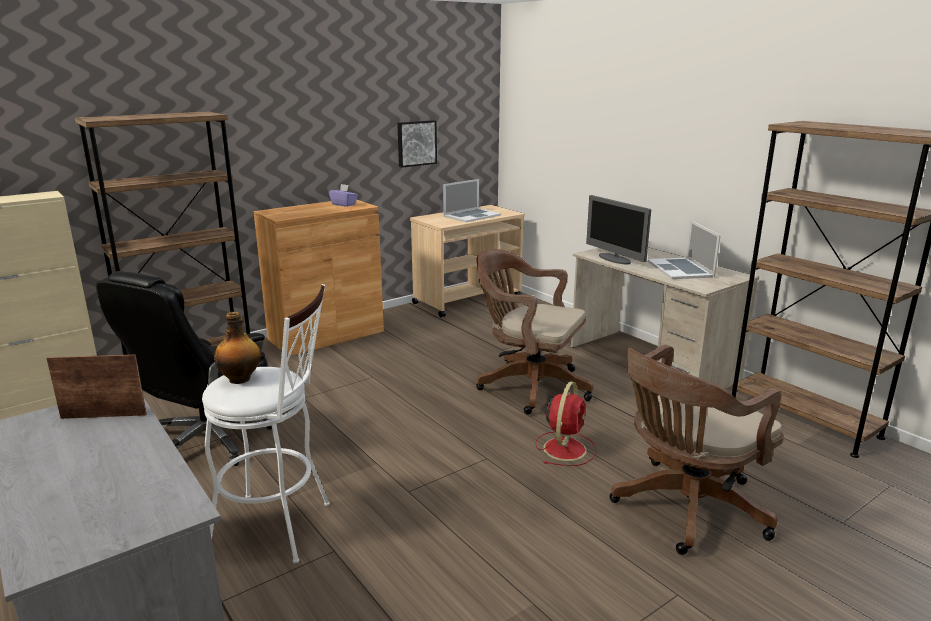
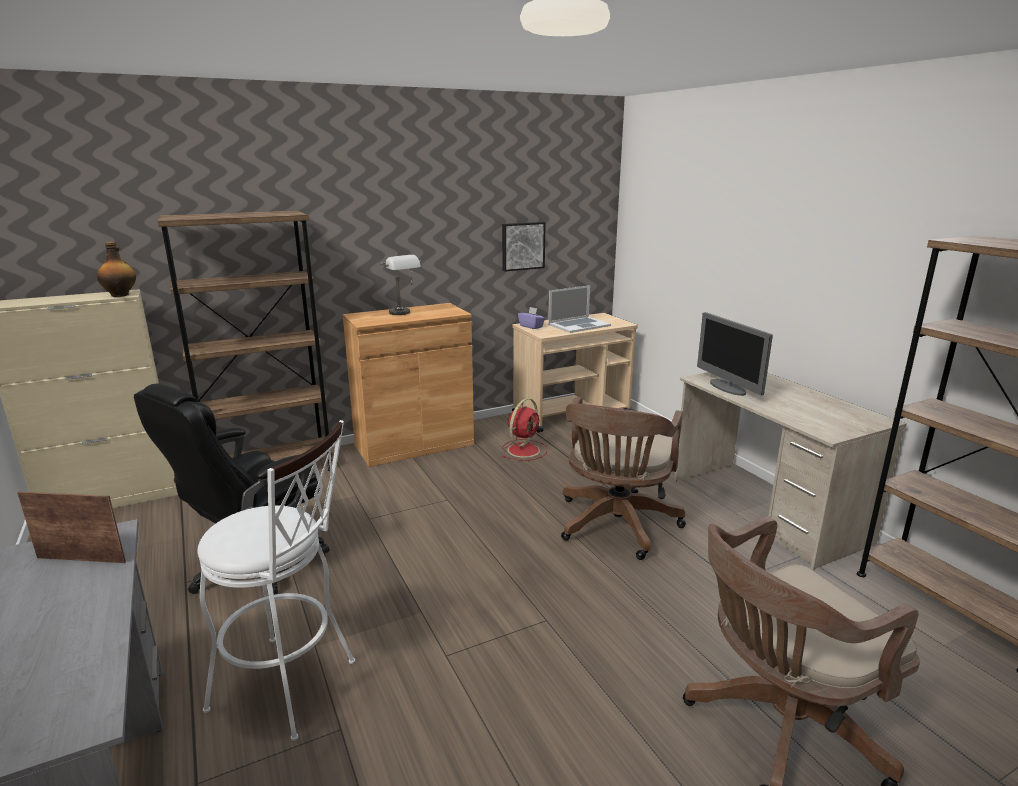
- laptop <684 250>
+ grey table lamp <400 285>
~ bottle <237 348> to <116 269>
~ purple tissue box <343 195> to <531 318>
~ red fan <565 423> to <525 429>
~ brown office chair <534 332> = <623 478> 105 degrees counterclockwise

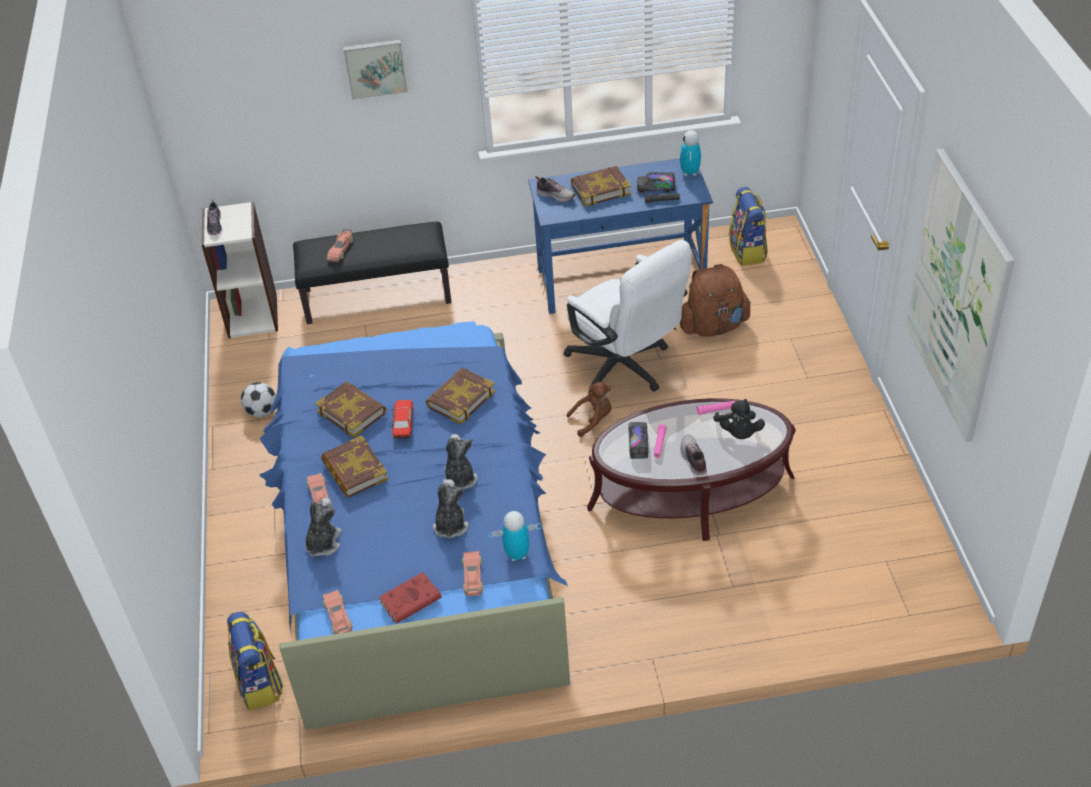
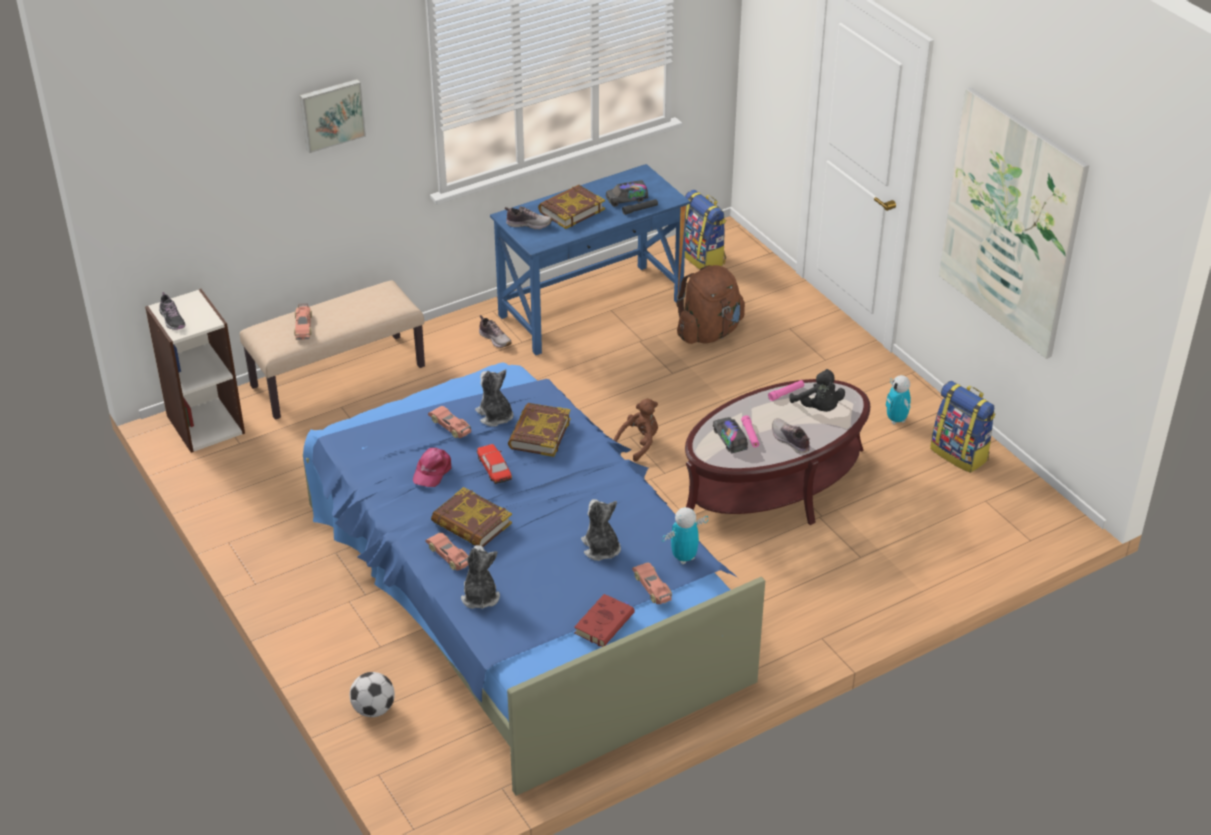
- white office chair <628 316>
+ shoe <495 331>
~ backpack <255 661> to <963 427>
~ football <258 399> to <372 694>
~ toy car <338 612> to <449 422>
~ plush toy <460 461> to <494 398>
~ toy robot <690 153> to <898 399>
~ book <350 409> to pink cap <432 467>
~ black bench <372 273> to beige bench <332 350>

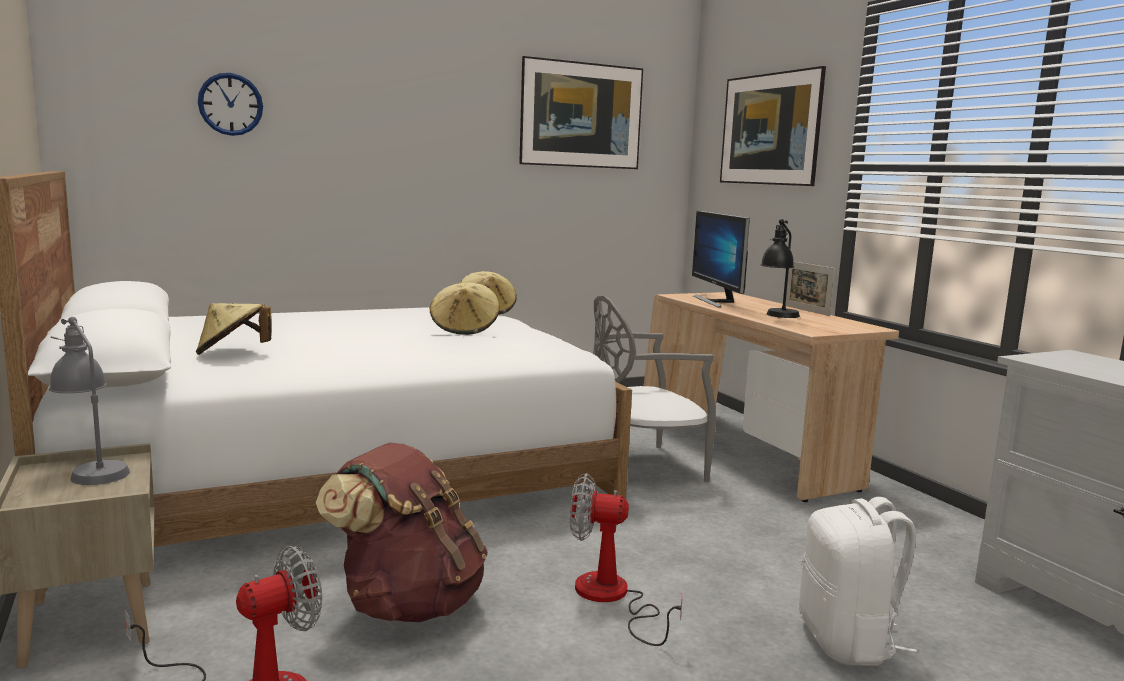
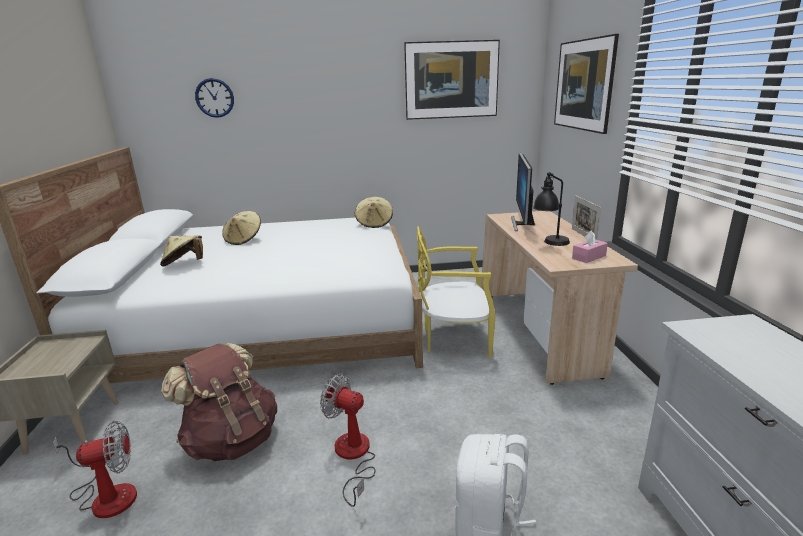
- grey table lamp <89 401>
+ pink tissue box <590 247>
~ beige hat <465 309> to <241 228>
~ grey chair <654 389> to yellow chair <456 292>

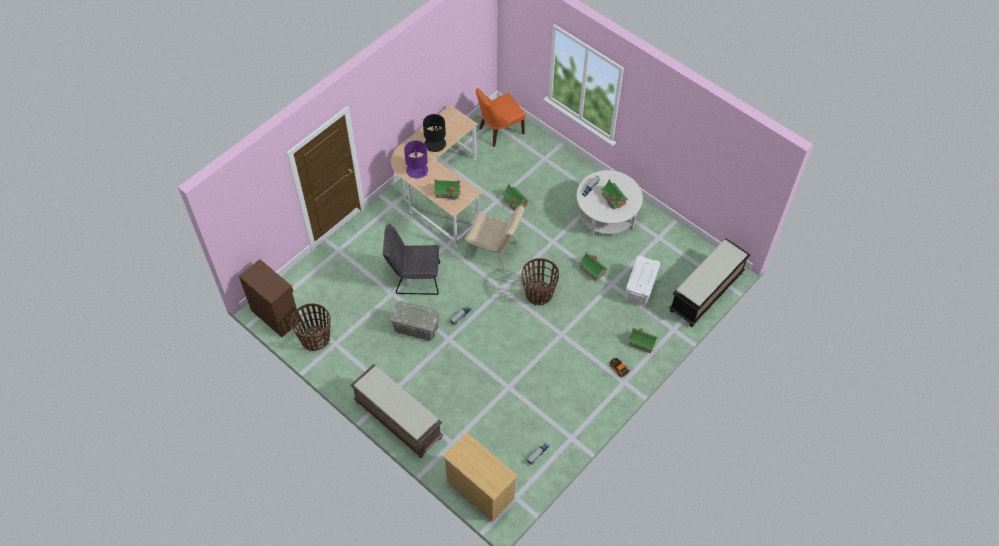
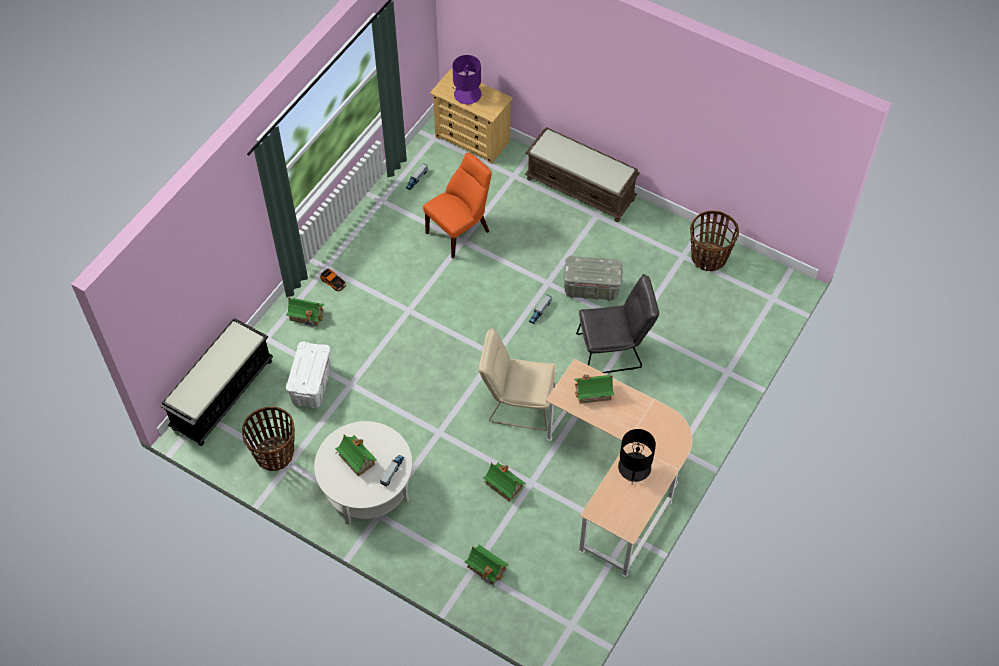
- brown cabinet <269 298>
~ purple table lamp <416 159> to <467 80>
~ orange chair <500 117> to <457 205>
~ basket <540 281> to <268 439>
~ toy house <593 267> to <486 564>

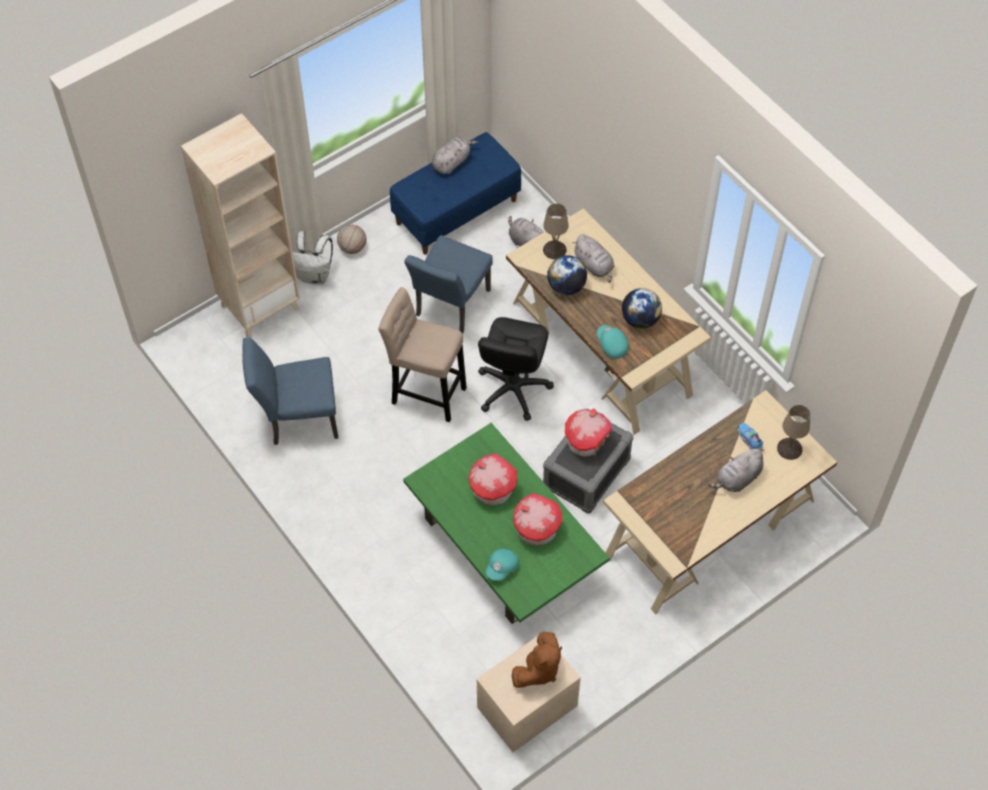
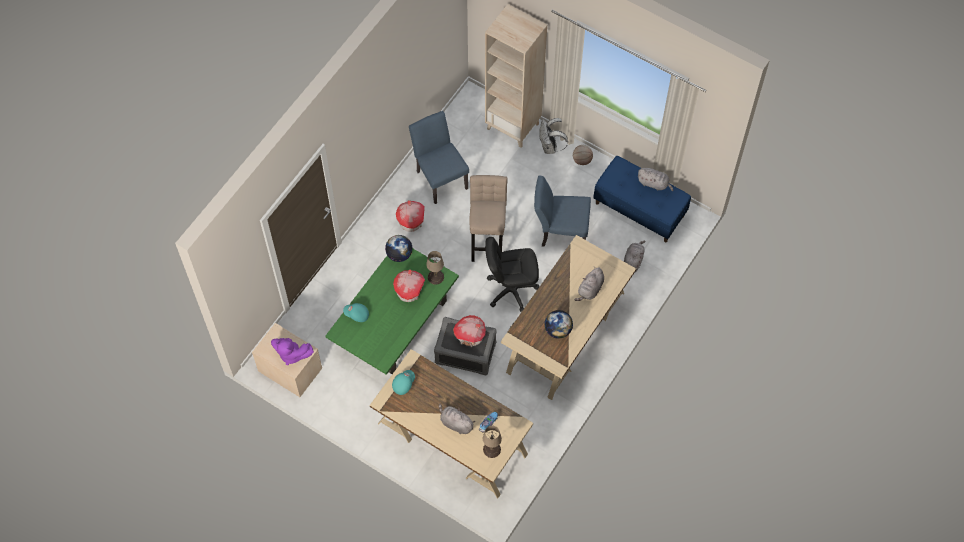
~ toy house <537 519> to <410 216>
~ beige table lamp <556 231> to <435 268>
~ globe <567 275> to <399 248>
~ turquoise cap <612 342> to <403 382>
~ brown plush toy <537 660> to purple plush toy <292 351>

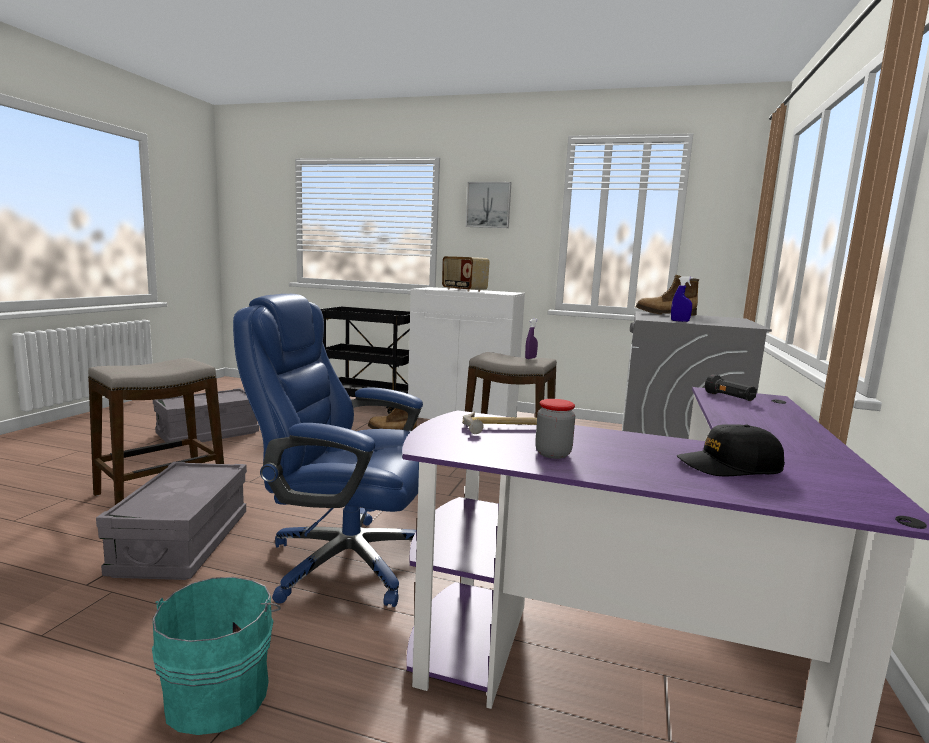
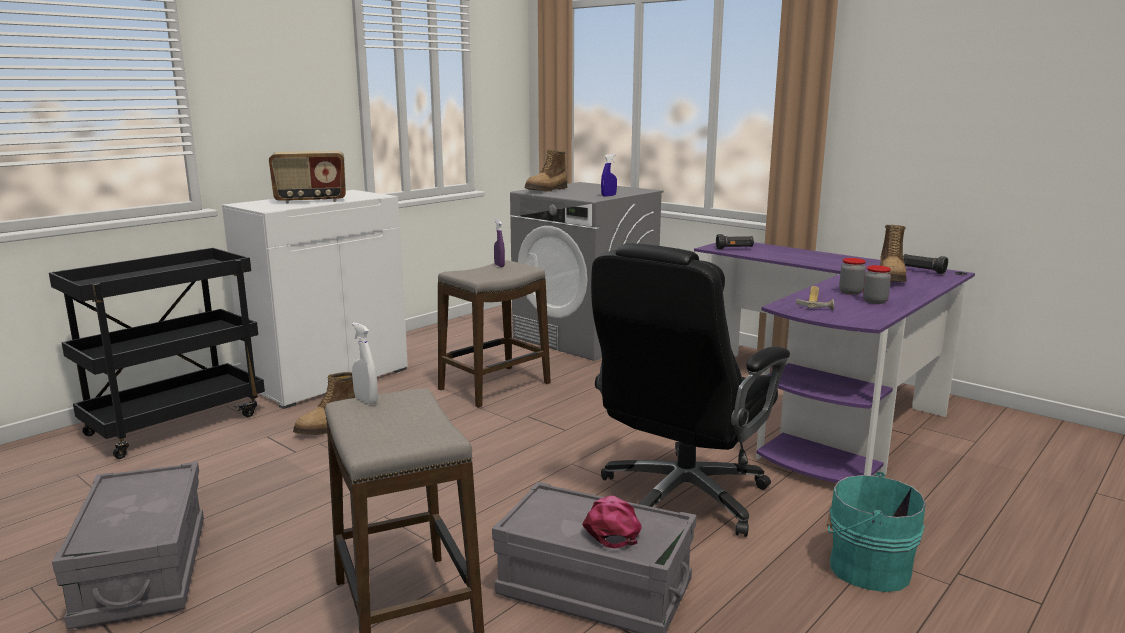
- picture <488 205>
+ white spray bottle <365 363>
+ pink cap <612 522>
+ jar <852 276>
+ black flashlight <925 264>
~ black cap <731 450> to boot <893 253>
~ blue office chair <328 450> to black office chair <690 390>

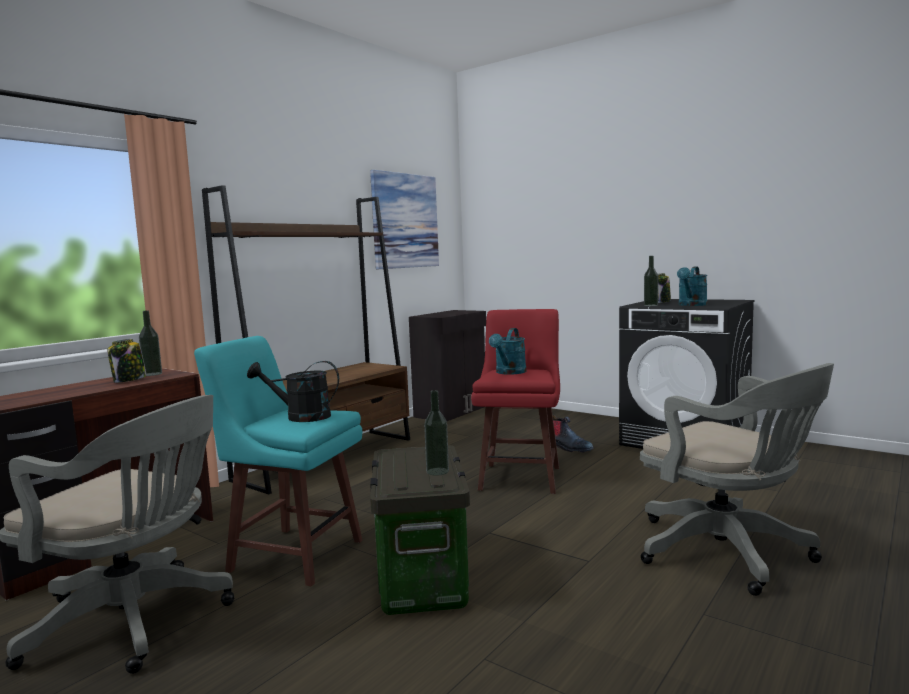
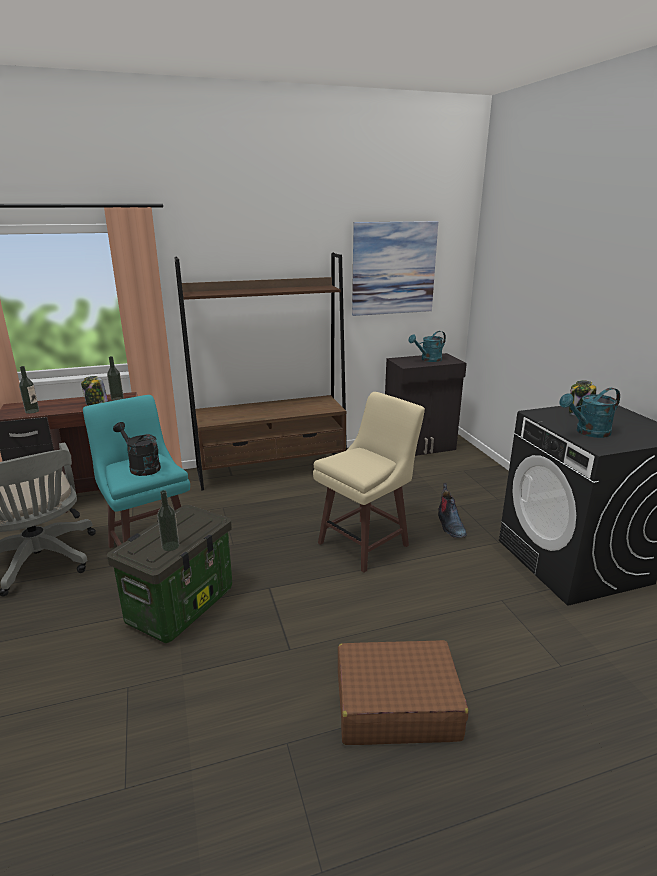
~ turquoise watering can <508 351> to <427 346>
~ bottle <651 281> to <29 390>
~ grey office chair <737 479> to brown suitcase <403 692>
~ red stool <515 401> to beige stool <369 482>

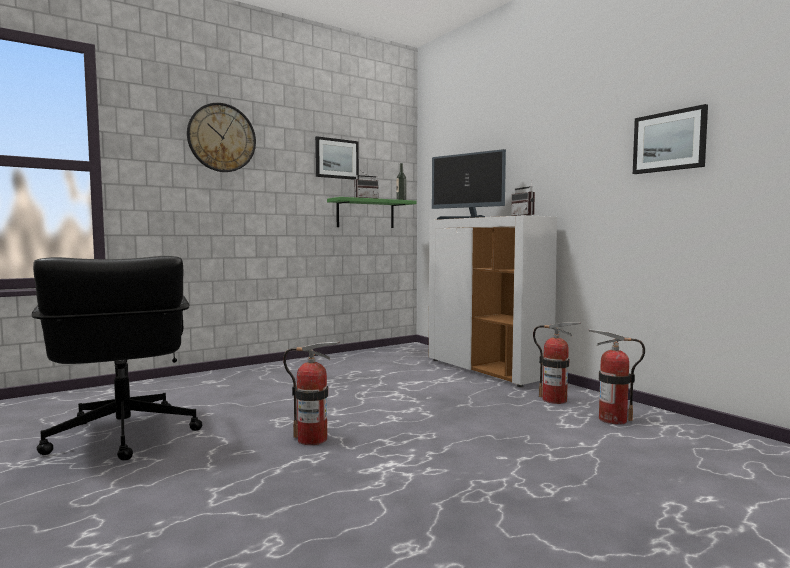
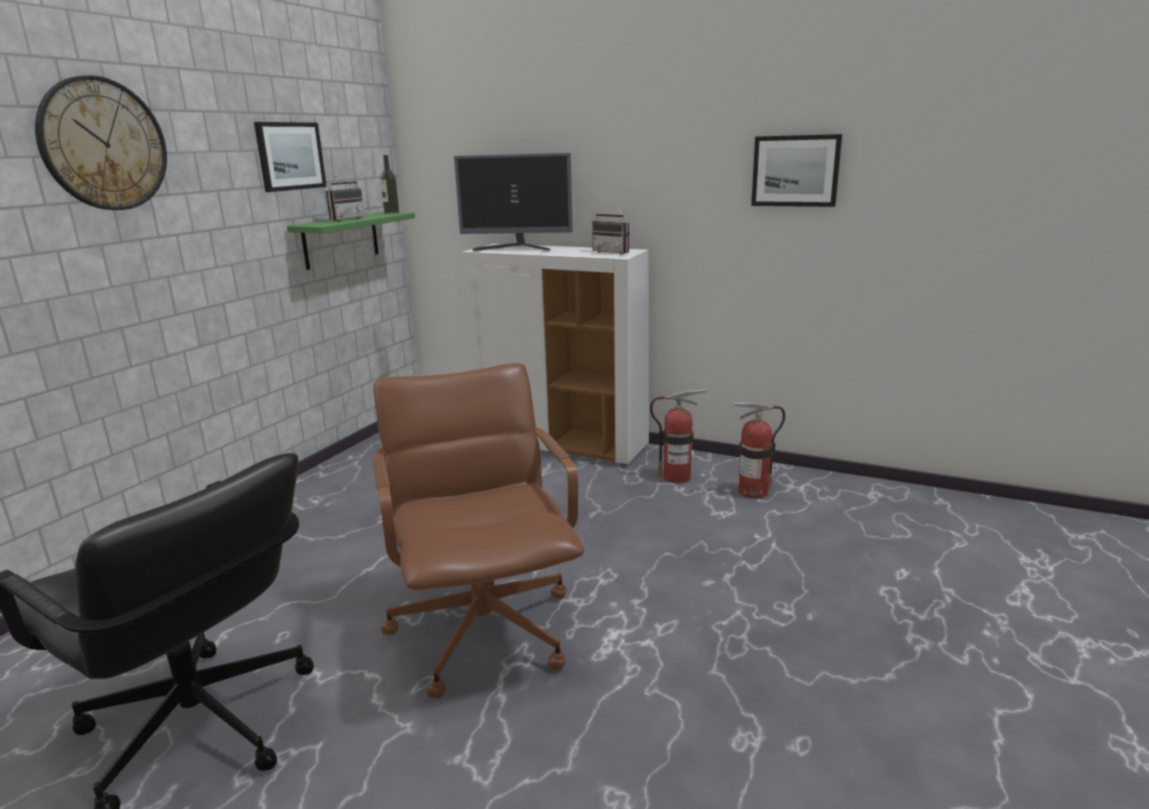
~ fire extinguisher <311 393> to brown office chair <478 531>

